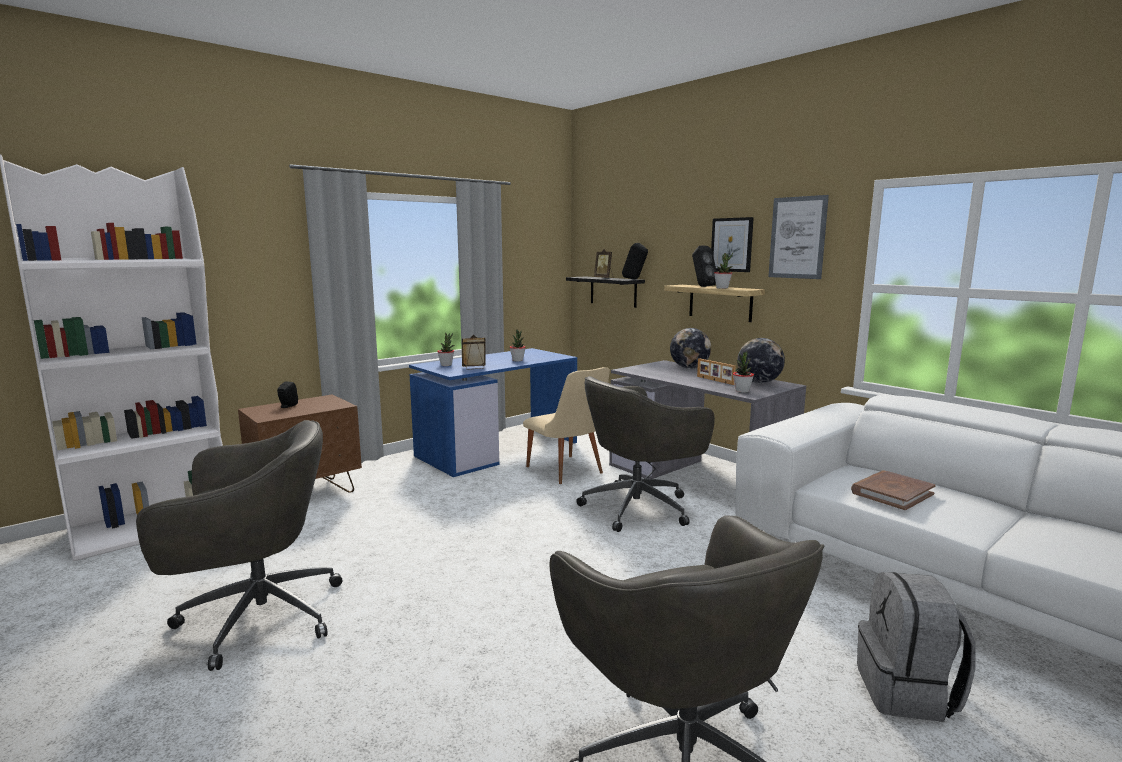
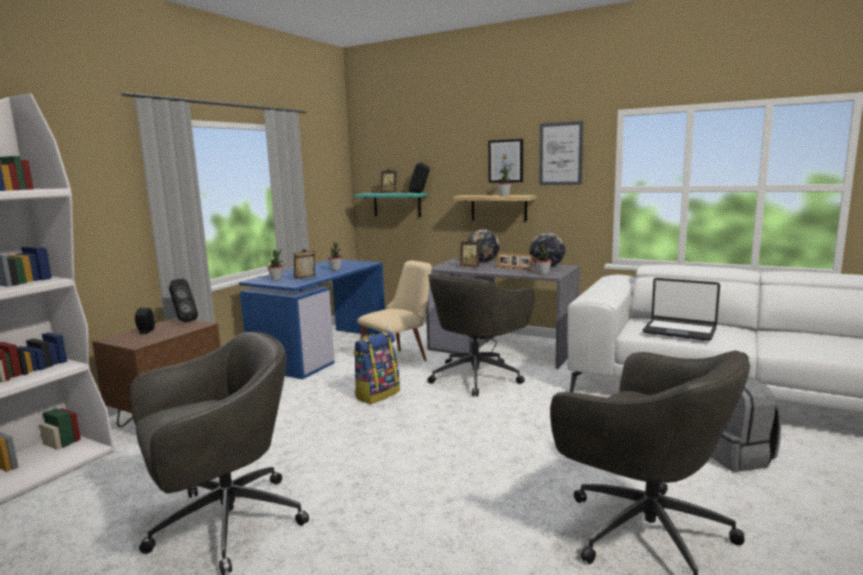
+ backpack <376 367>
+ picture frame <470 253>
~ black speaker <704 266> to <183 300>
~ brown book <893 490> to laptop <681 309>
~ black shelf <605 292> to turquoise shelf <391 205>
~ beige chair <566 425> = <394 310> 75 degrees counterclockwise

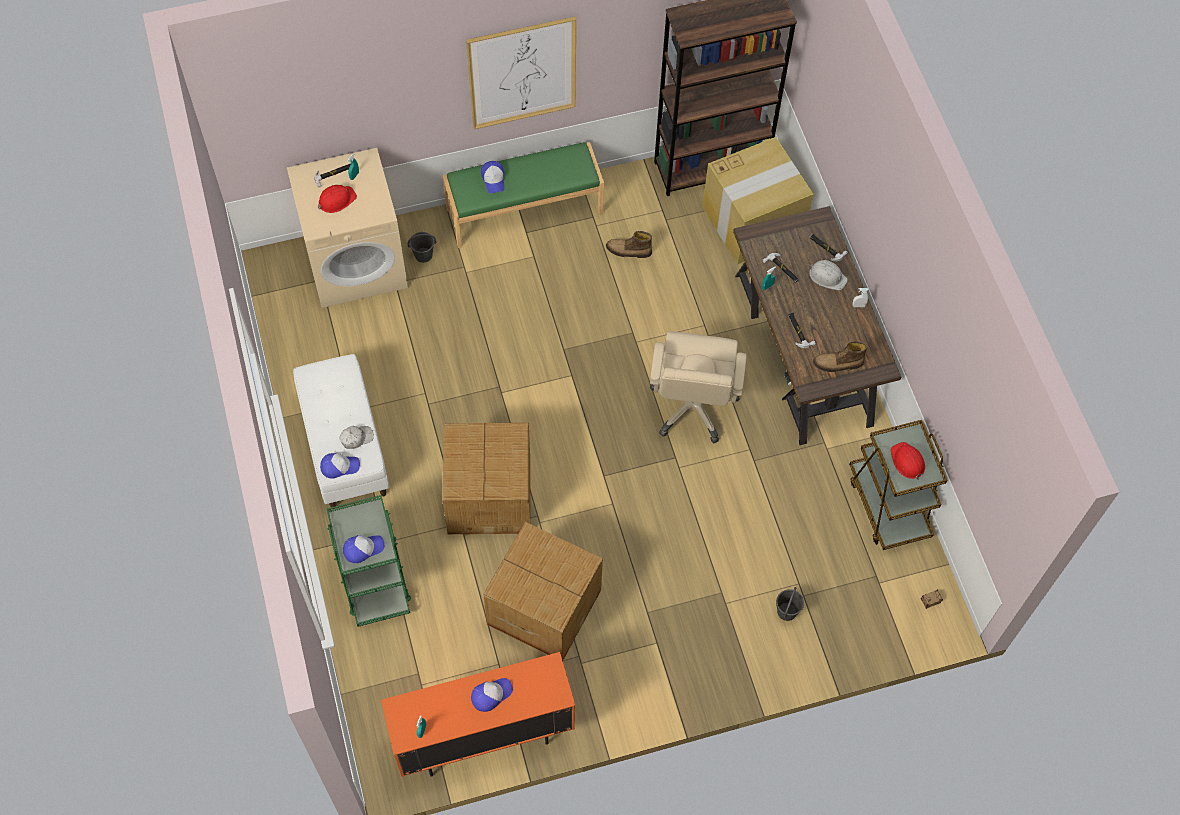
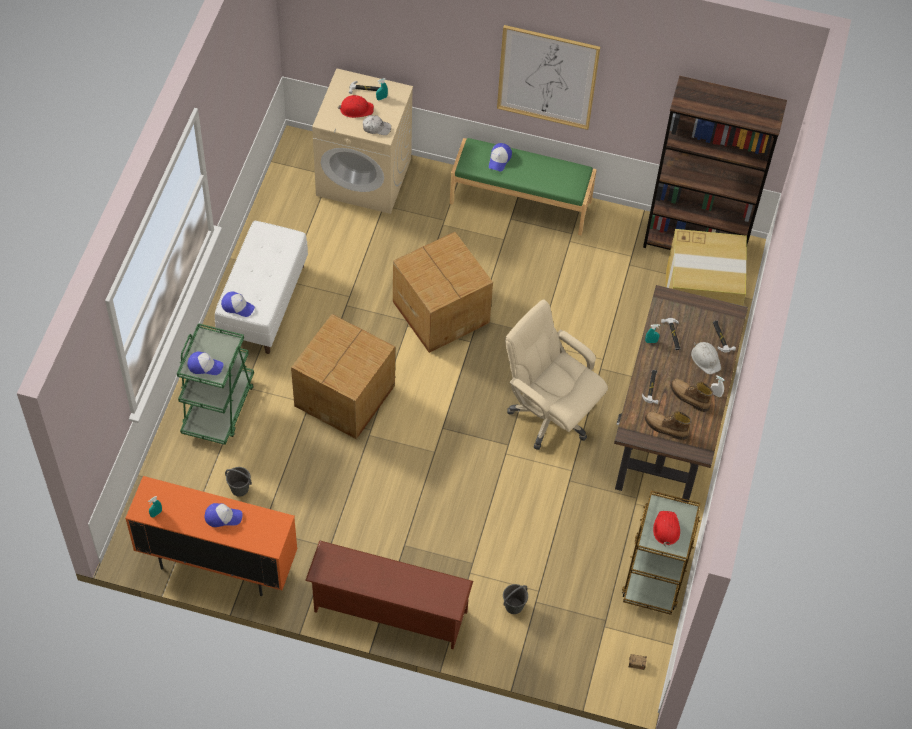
+ brown shoe rack <389 594>
~ white cap <356 437> to <377 125>
~ grey bucket <421 247> to <238 482>
~ cardboard box <543 591> to <443 292>
~ boot <629 244> to <691 395>
~ beige office chair <698 387> = <556 375> 90 degrees clockwise

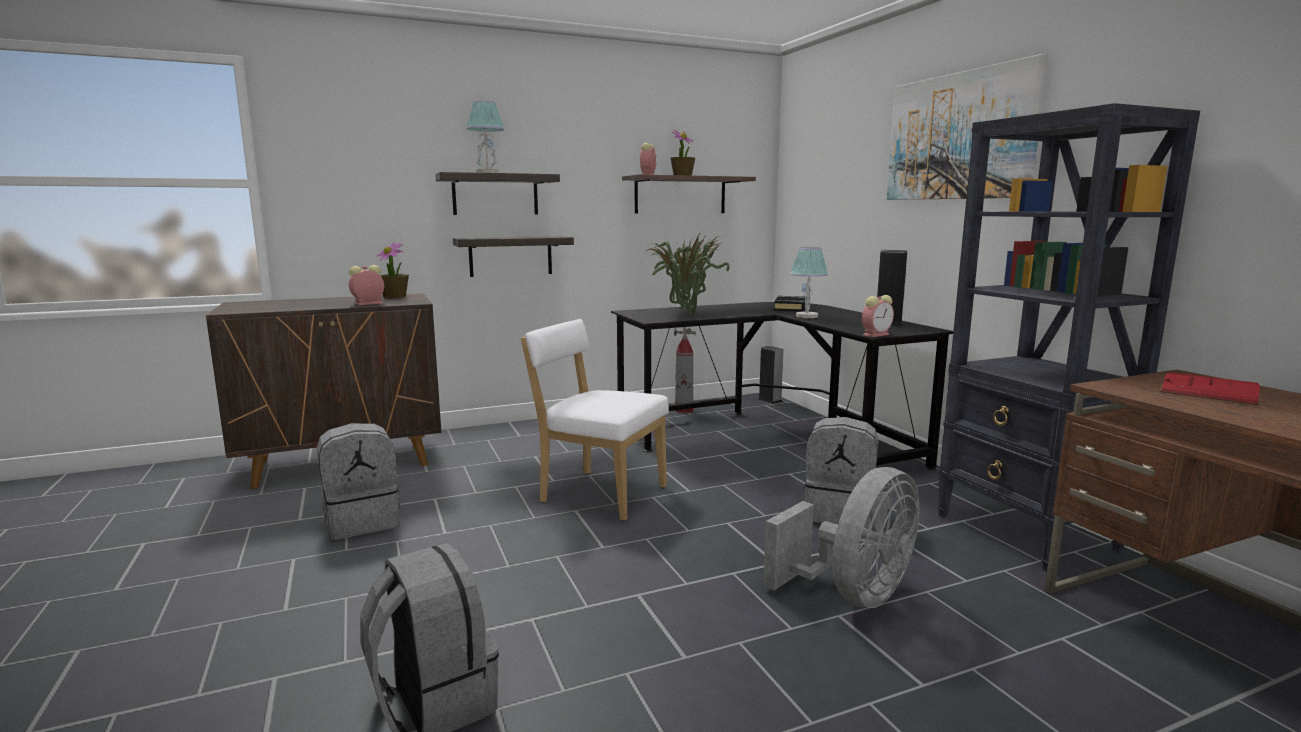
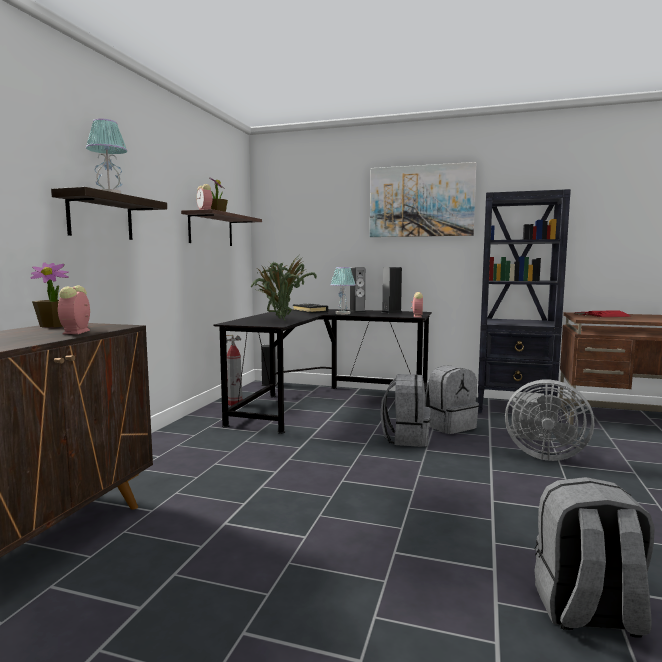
- shelf <513 256>
- white chair <595 420>
+ speaker <357 290>
~ grey backpack <359 481> to <405 410>
~ grey fan <841 537> = <549 420> 120 degrees clockwise

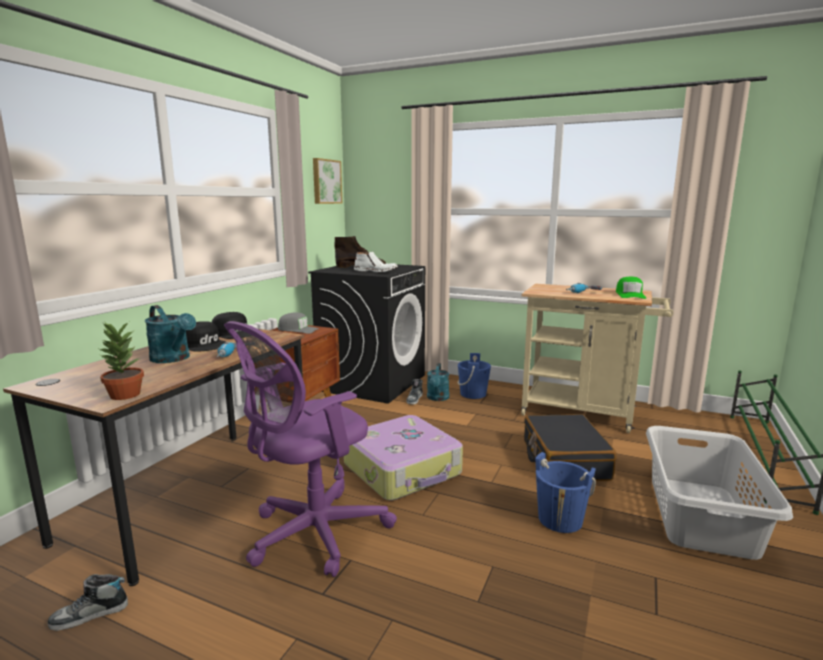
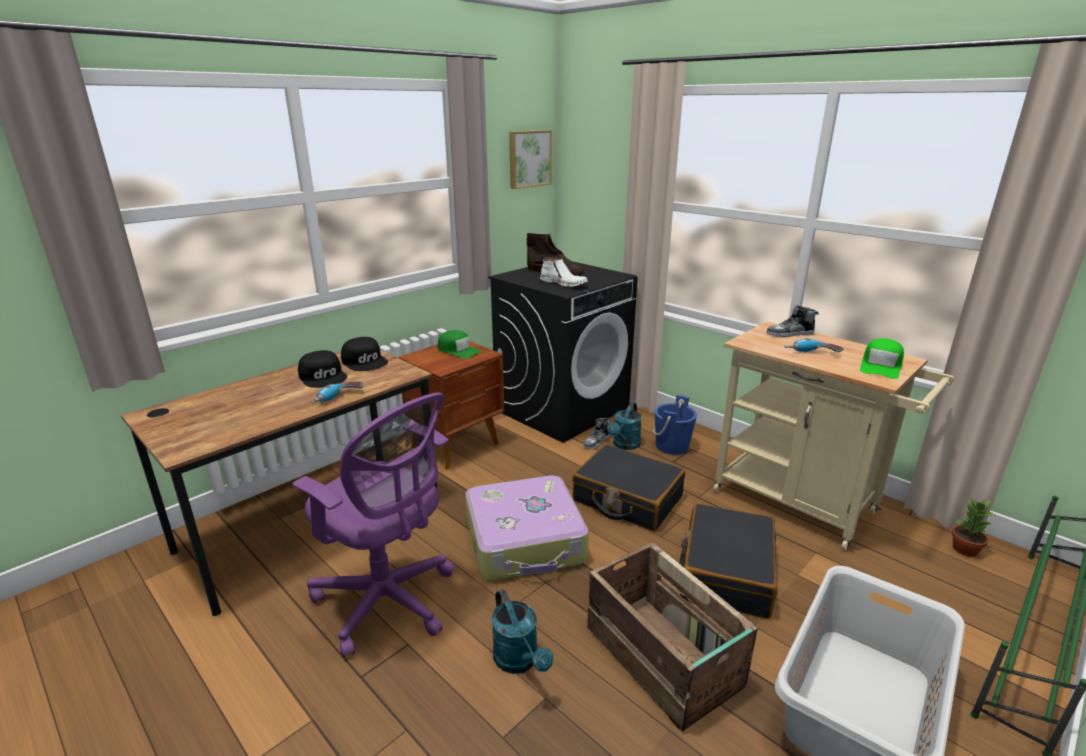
+ black suitcase <628 487>
~ shoe <88 602> to <792 321>
~ potted plant <120 361> to <974 527>
~ turquoise watering can <170 334> to <522 632>
~ blue bucket <565 492> to crate <672 637>
~ grey cap <298 323> to green cap <459 344>
~ purple office chair <310 449> = <374 525> 120 degrees counterclockwise

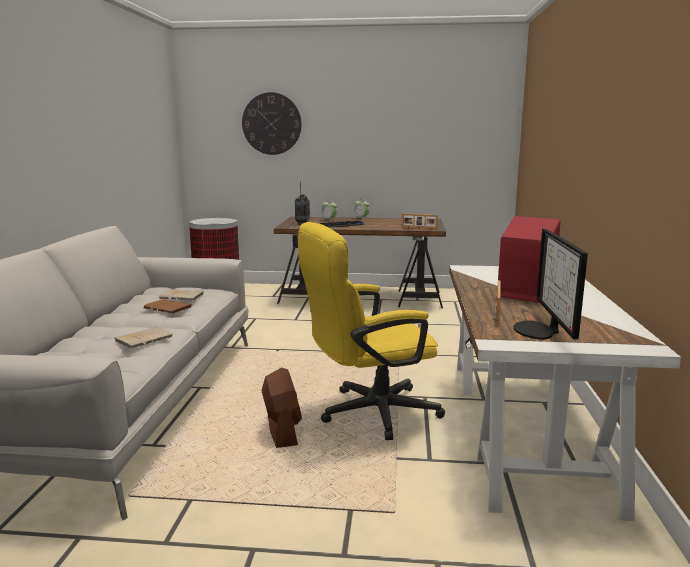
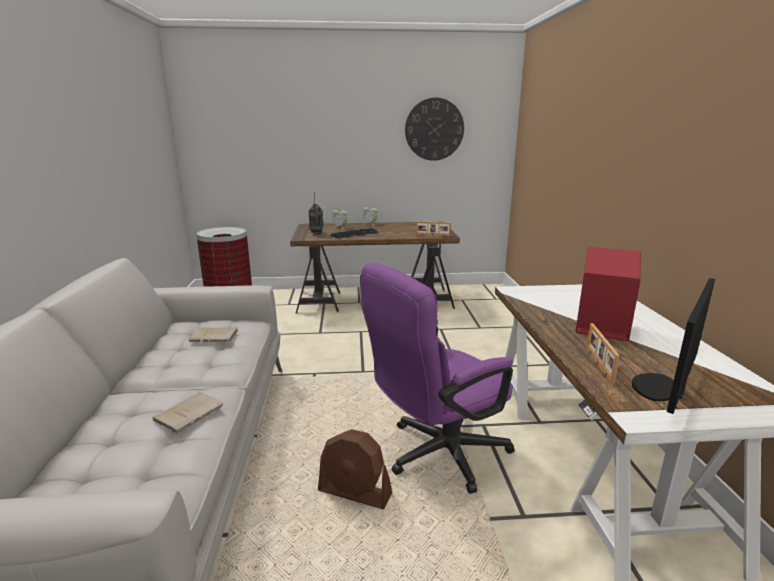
- brown book <168 306>
~ wall clock <272 123> to <434 129>
~ yellow office chair <371 331> to purple office chair <437 378>
~ brown fan <281 407> = <355 469> 135 degrees clockwise
~ monitor <550 284> = <673 346> 45 degrees clockwise

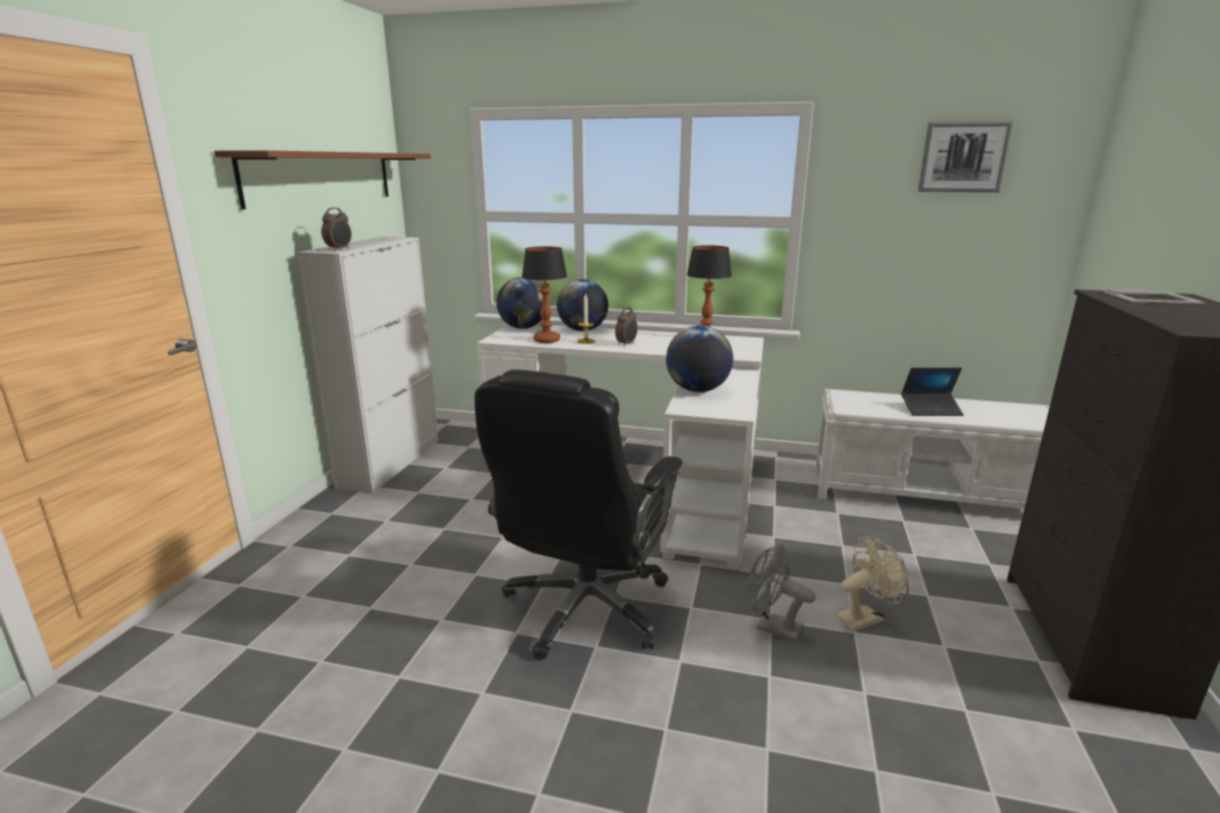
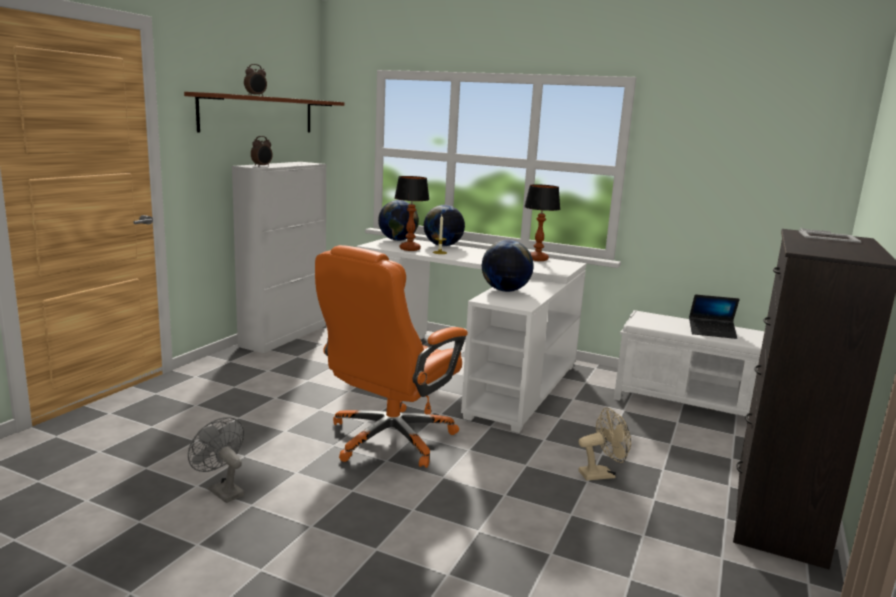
- picture <966 156>
~ alarm clock <626 327> to <255 80>
~ grey fan <781 593> to <216 460>
~ black office chair <579 514> to orange office chair <391 356>

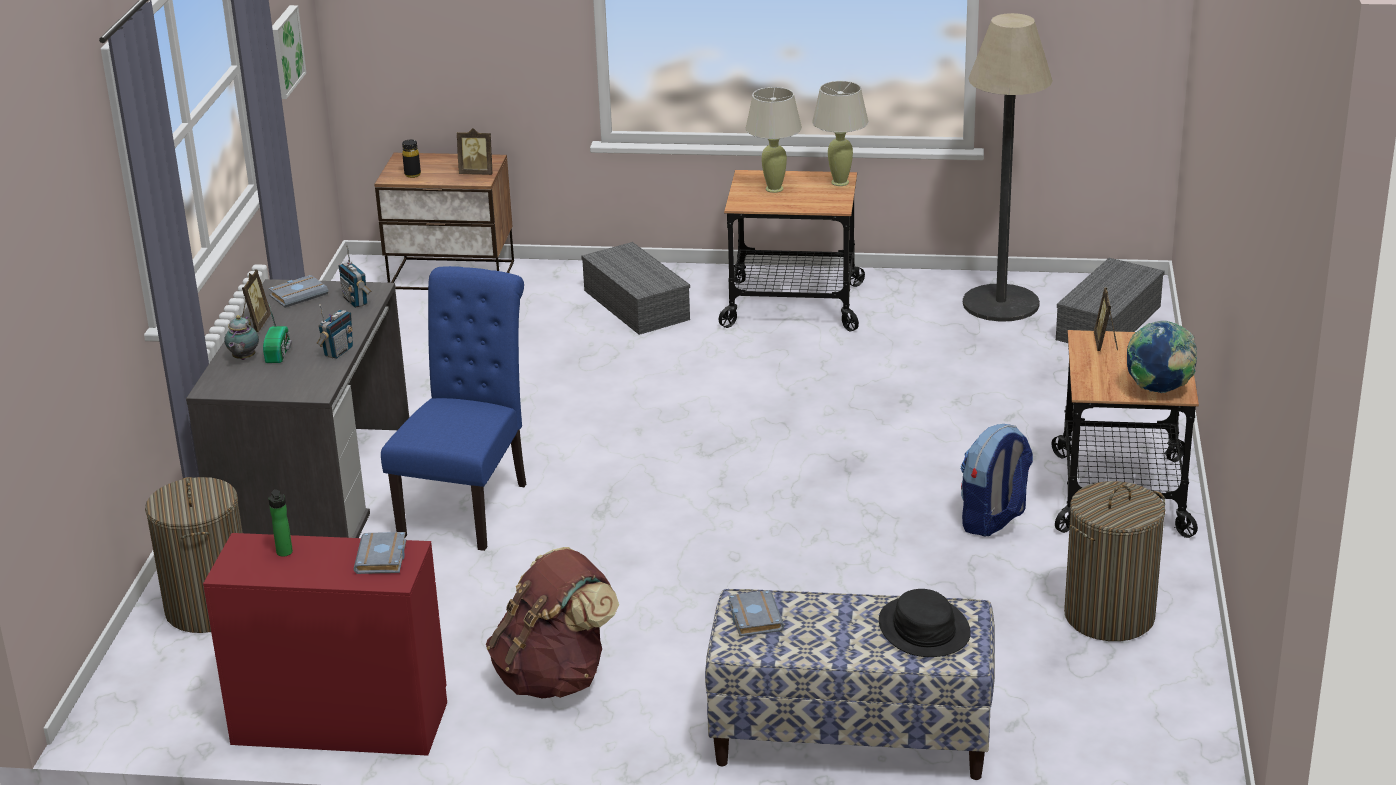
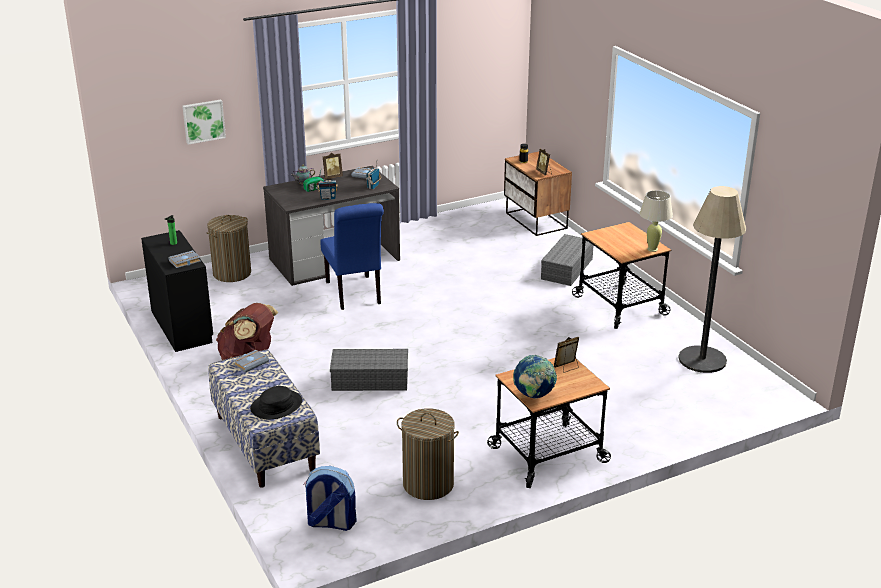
- beige table lamp <773 140>
~ picture <289 52> to <204 122>
~ backpack <997 480> to <330 498>
~ grey storage box <1110 300> to <369 370>
~ red dresser <325 644> to black dresser <177 291>
~ blue chair <453 408> = <352 256> 90 degrees clockwise

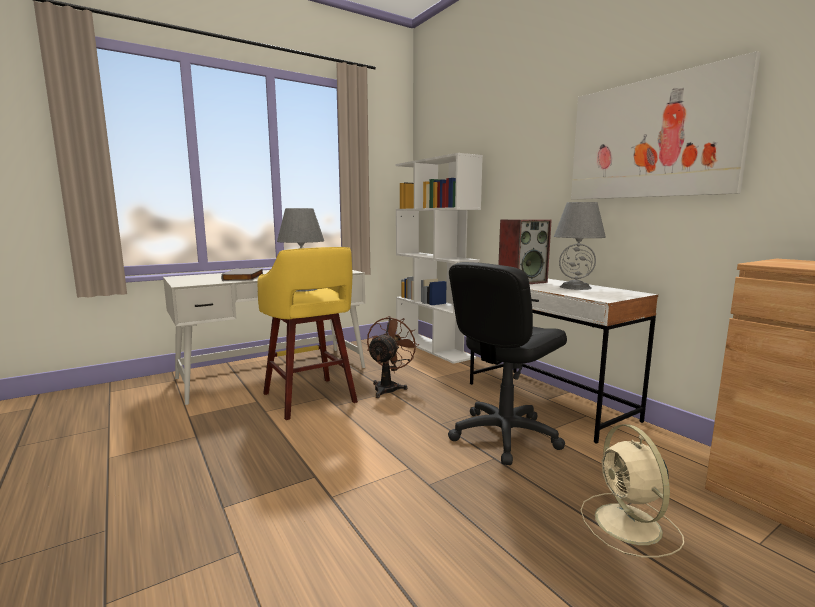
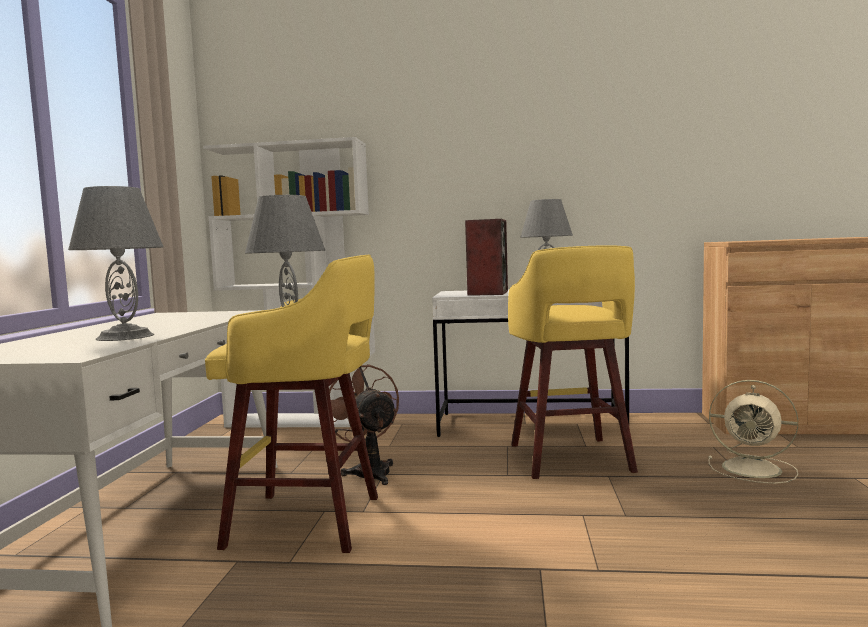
- picture <666 125>
~ grey book <242 274> to grey table lamp <116 263>
~ black office chair <507 363> to yellow stool <573 362>

